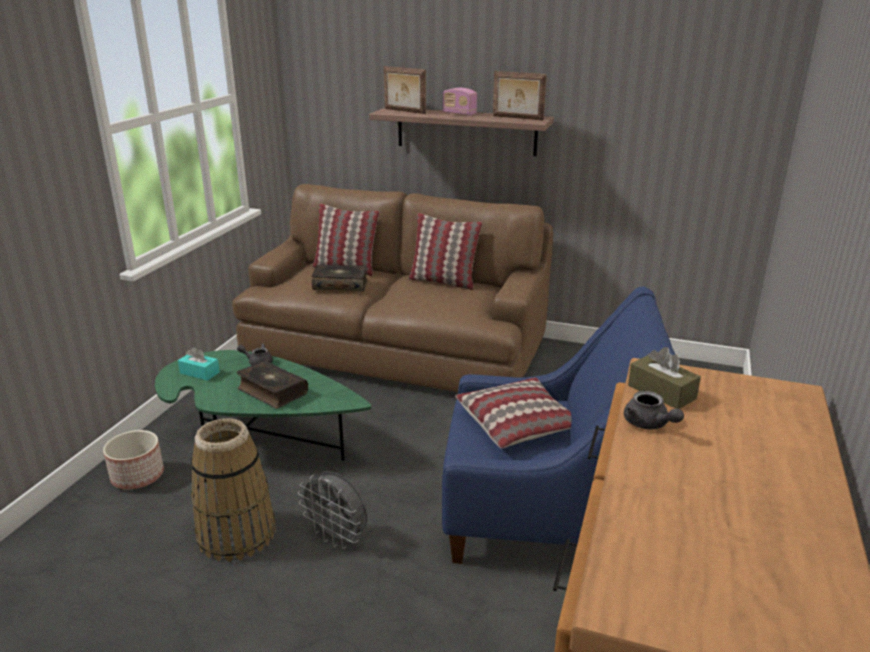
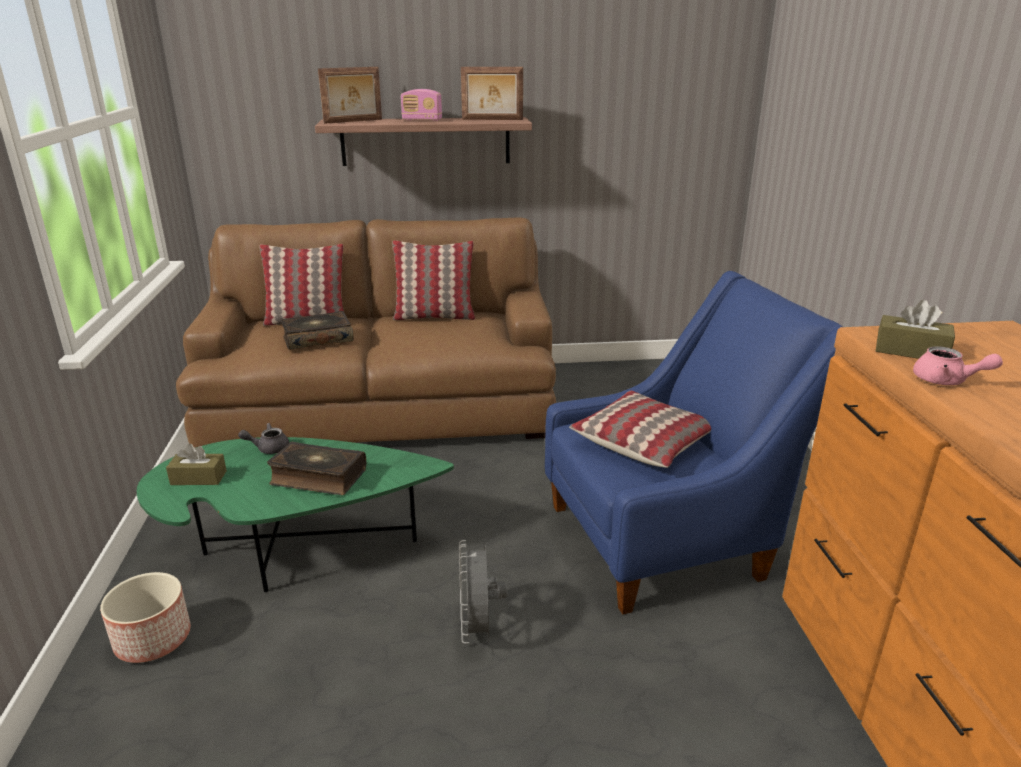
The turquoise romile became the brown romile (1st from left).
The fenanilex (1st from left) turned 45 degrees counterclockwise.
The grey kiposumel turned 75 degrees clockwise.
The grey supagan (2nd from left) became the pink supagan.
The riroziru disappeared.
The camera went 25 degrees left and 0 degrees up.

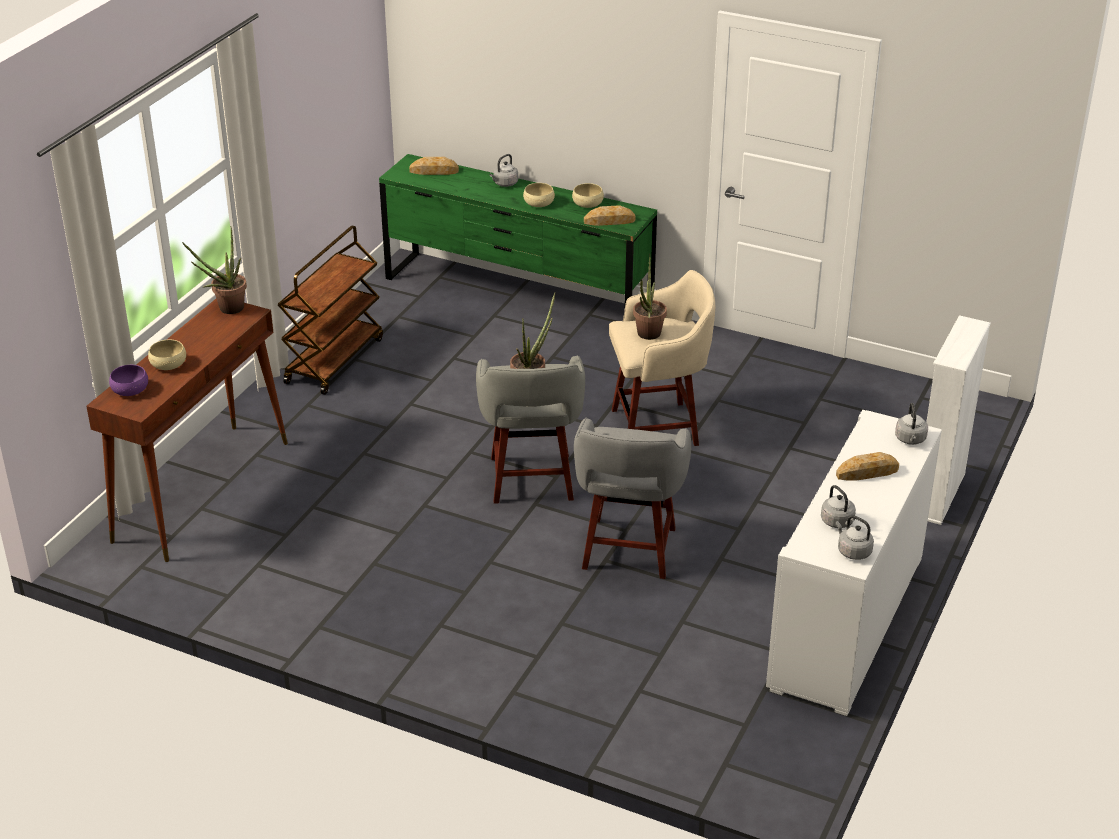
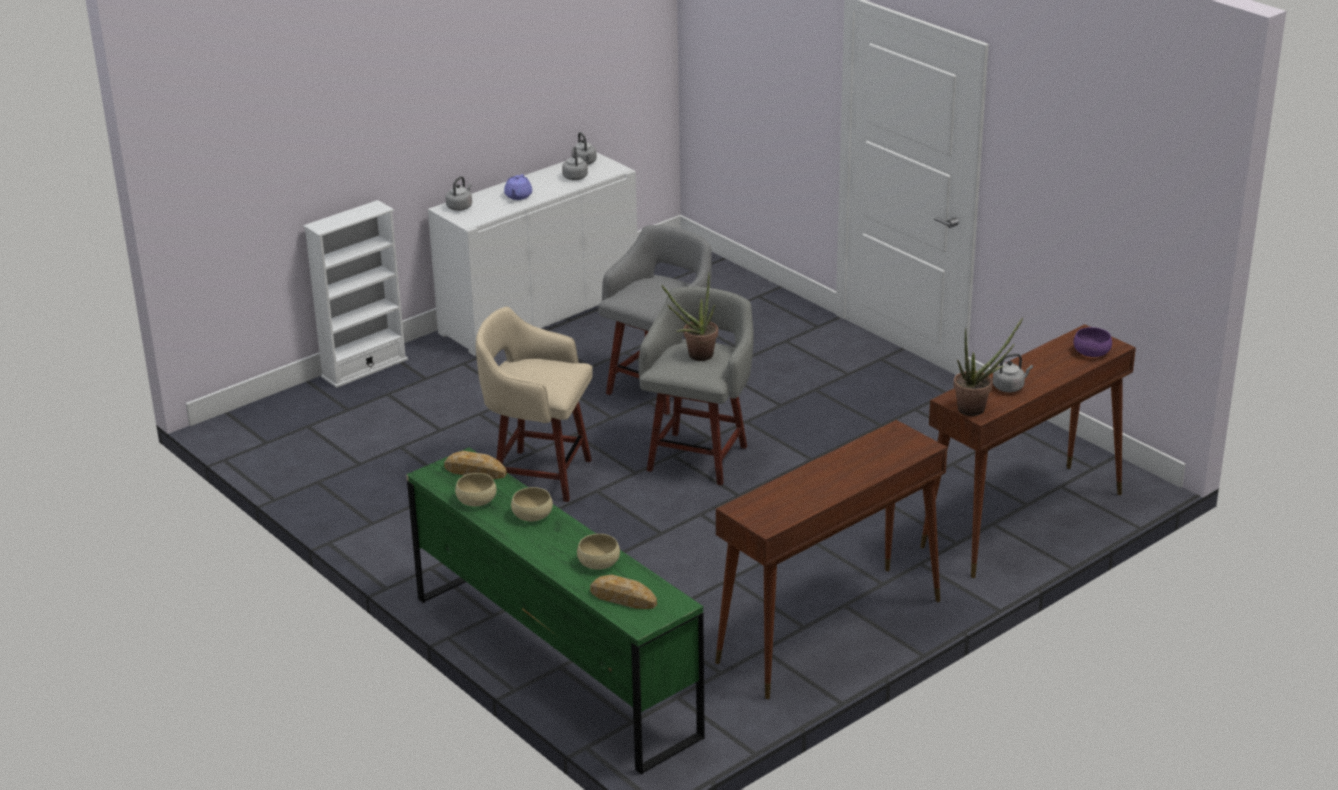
The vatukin (3rd from left) was replaced by the purple supagan.
The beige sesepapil (1st from left in the first image) moved.
The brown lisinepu was replaced by the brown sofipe (1st from left).
The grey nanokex (1st from left in the first image) moved.
The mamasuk (3rd from left) disappeared.
The camera went 155 degrees left and 5 degrees down.

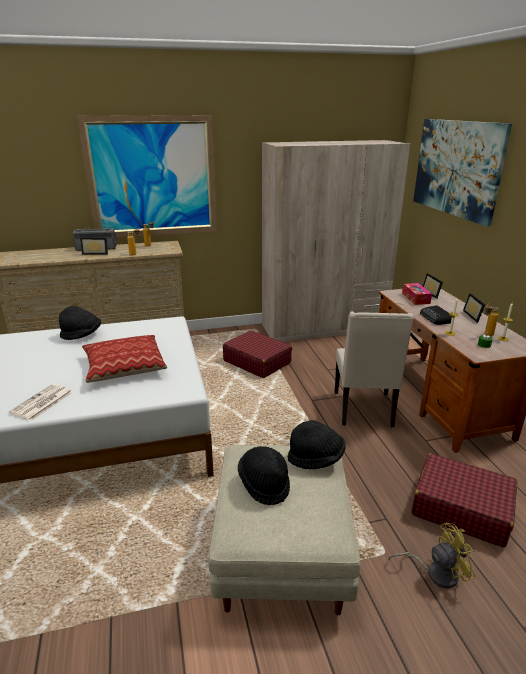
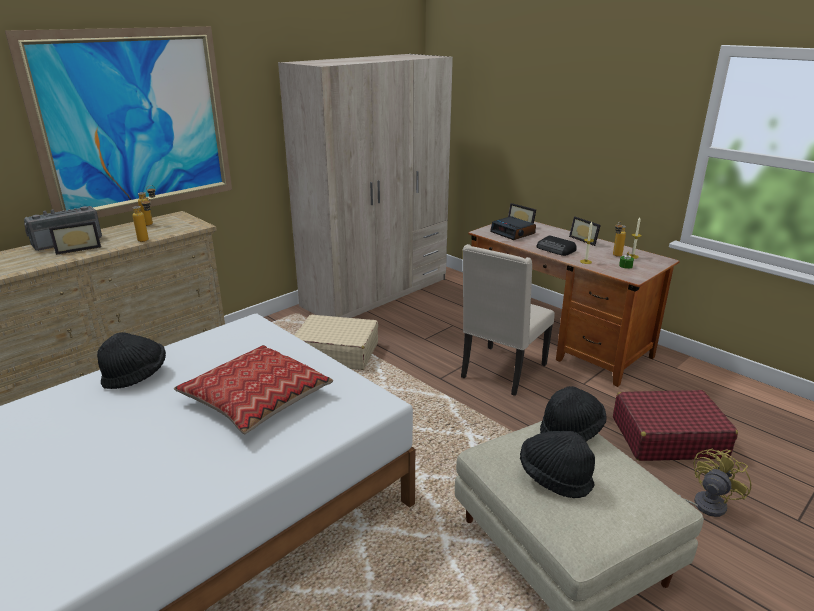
The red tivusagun (1st from left) became the beige tivusagun.
The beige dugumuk turned 60 degrees clockwise.
The romile was replaced by the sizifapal.
The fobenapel disappeared.
The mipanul (2nd from left) disappeared.
The camera went 30 degrees left and 0 degrees up.

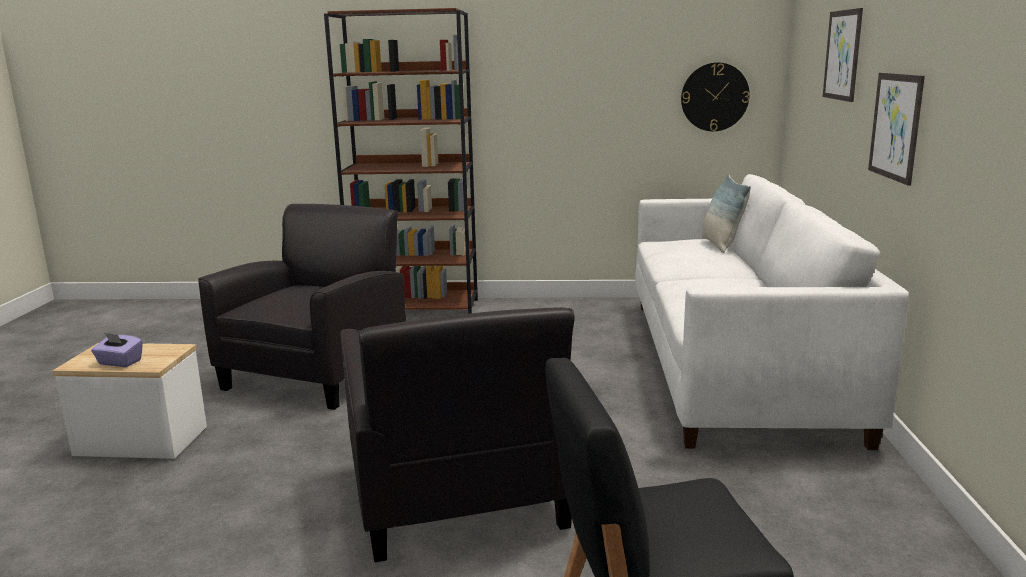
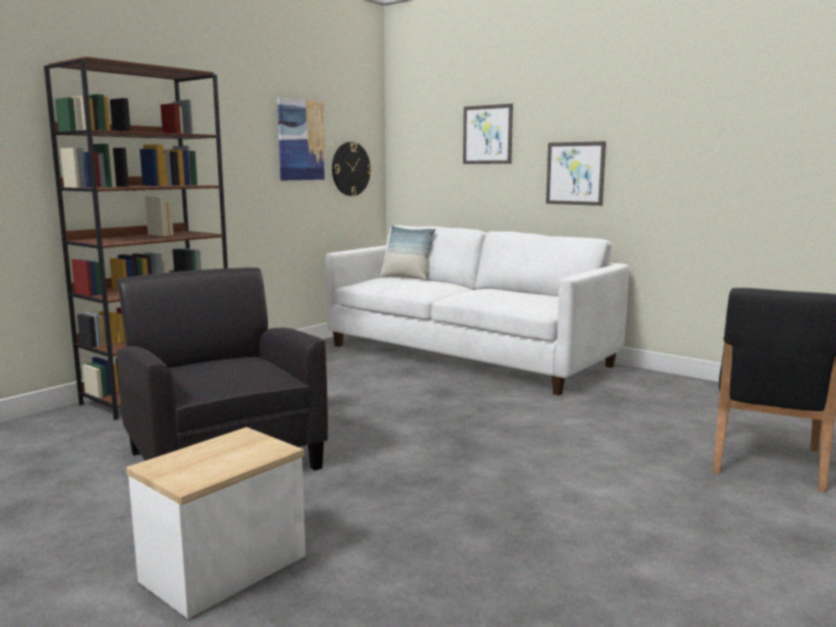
The mipanul (1st from left) appeared.
The purple romile disappeared.
The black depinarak (2nd from left) disappeared.
The camera went 55 degrees left and 5 degrees down.

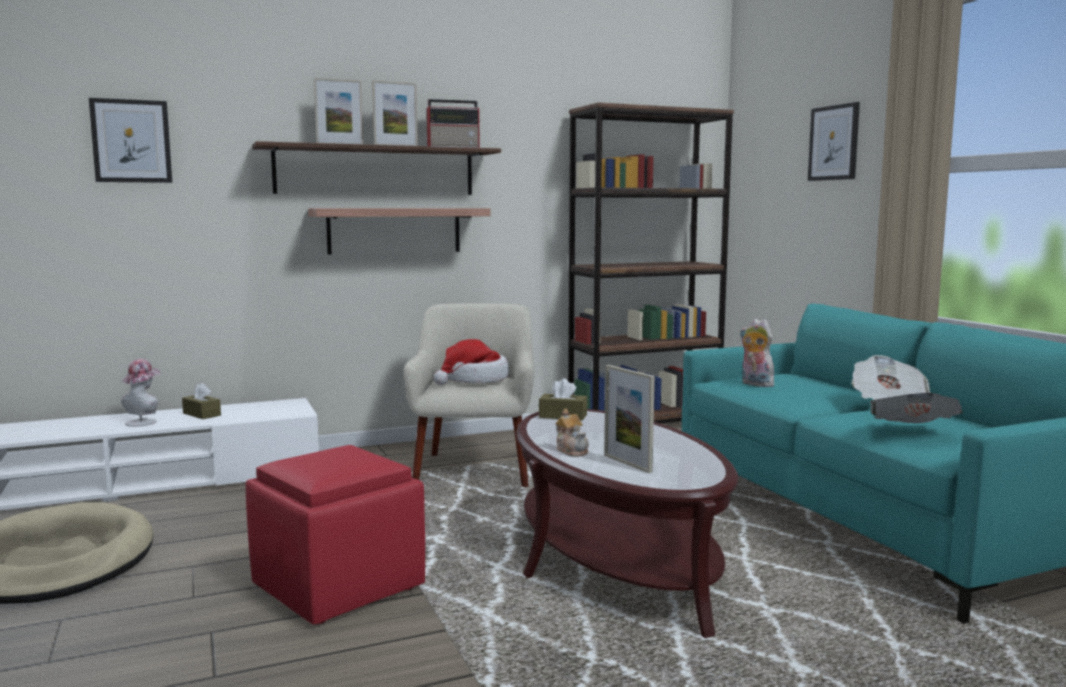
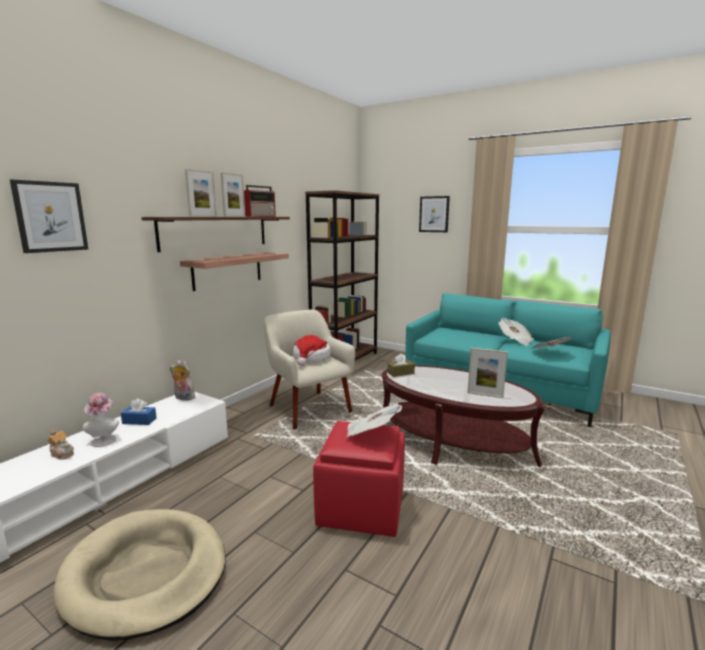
The supagan moved.
The brown romile (1st from left) became the blue romile.
The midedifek moved.
The fobenapel (1st from left) appeared.
The camera went 35 degrees left and 5 degrees up.

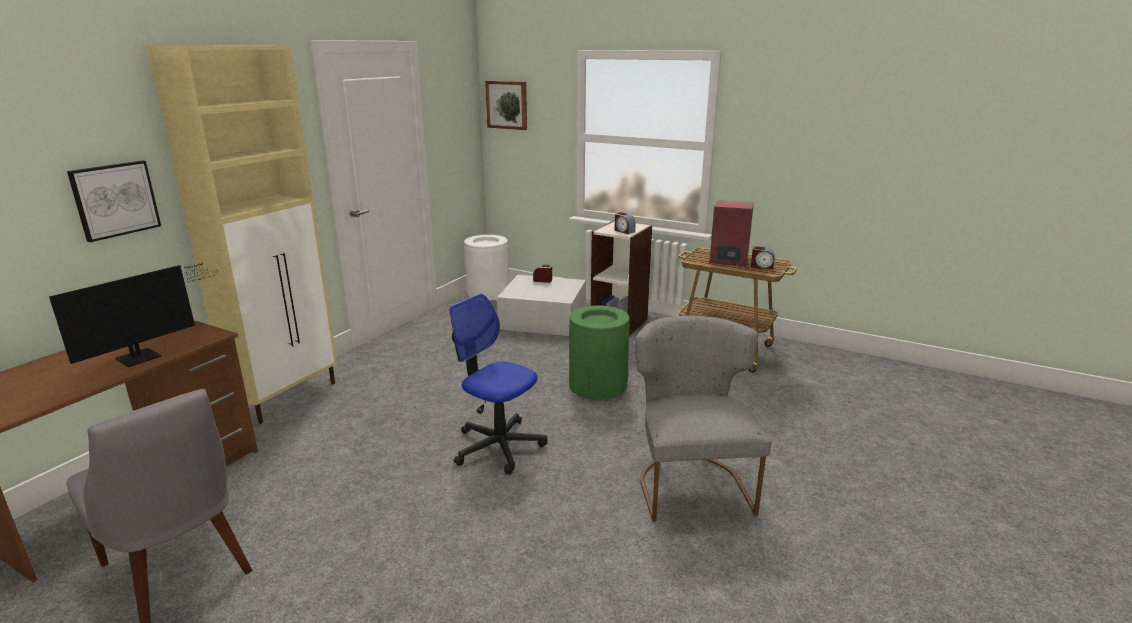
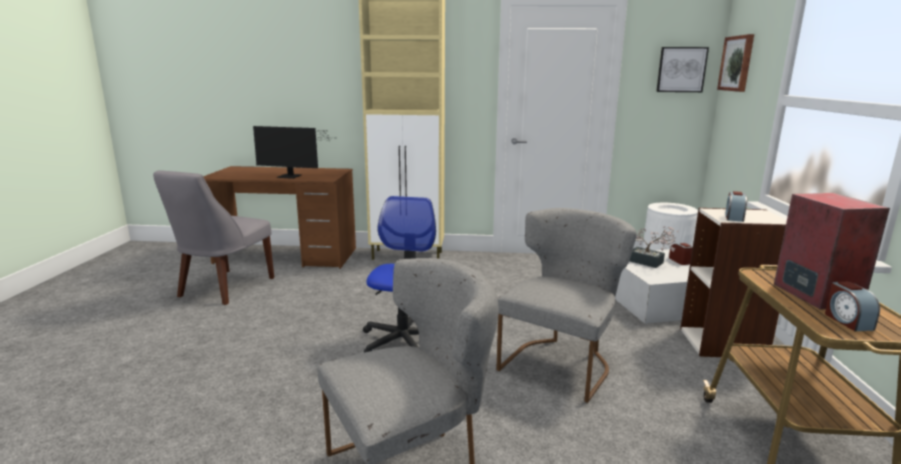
The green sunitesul was replaced by the grey dugumuk (3rd from left).
The mamasuk appeared.
The mipanul (1st from left) moved.
The camera went 65 degrees right and 5 degrees down.

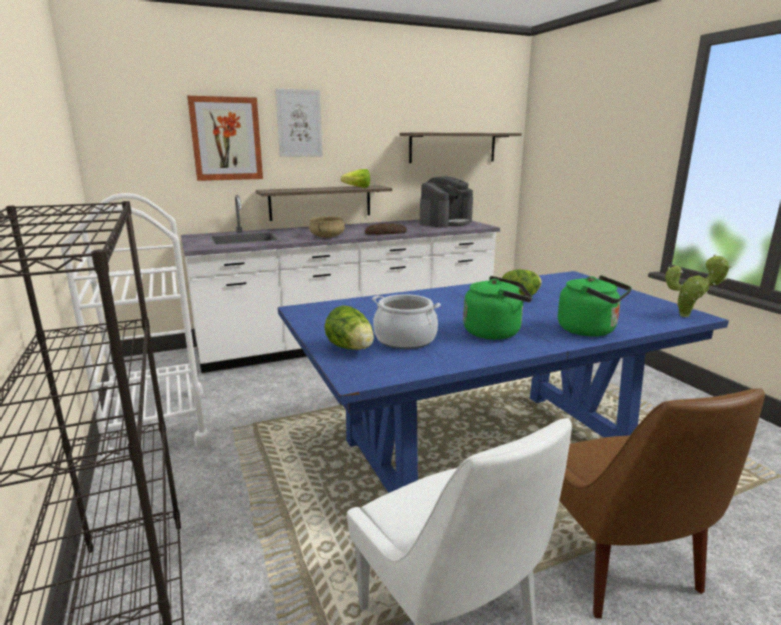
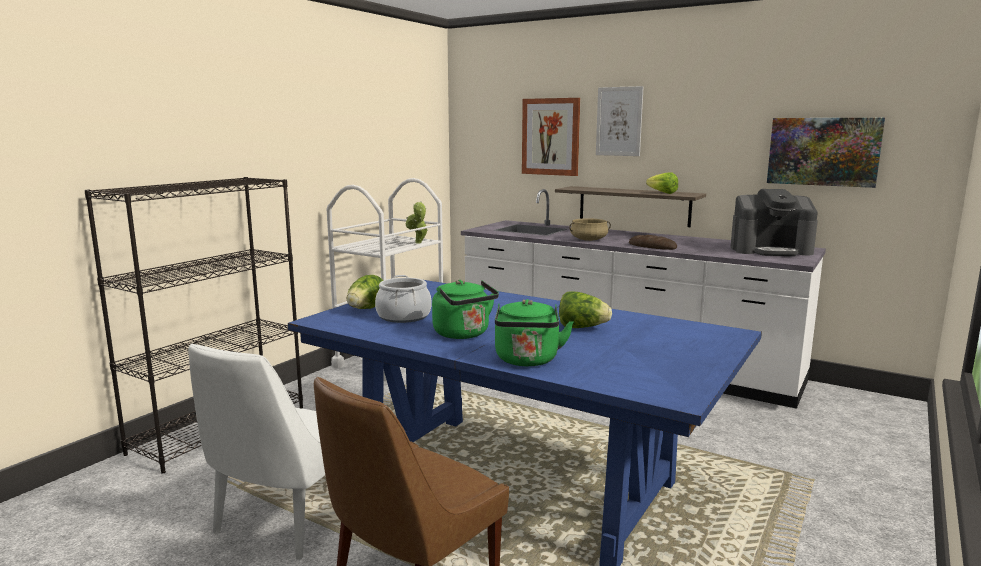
The mamasuk moved.
The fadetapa (2nd from left) was replaced by the mipanul (3rd from left).
The camera went 55 degrees right and 5 degrees down.

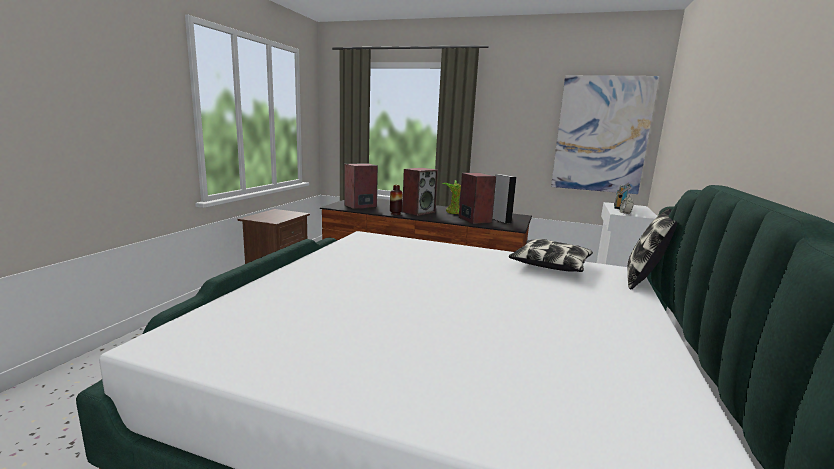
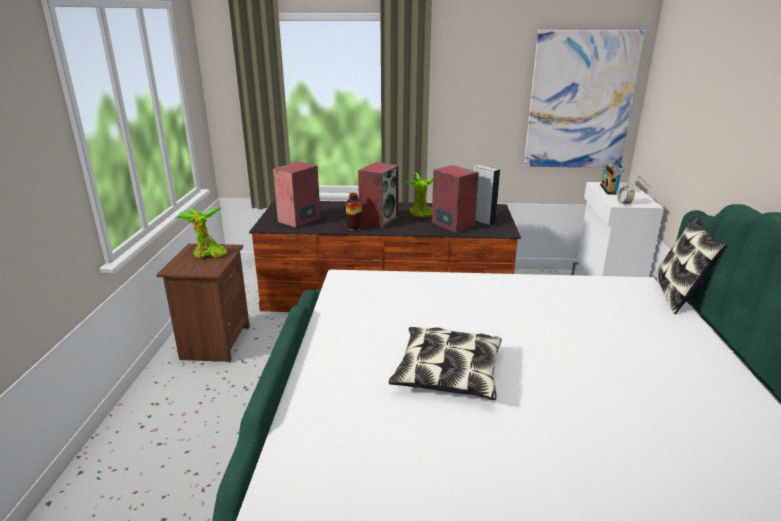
The mamasuk (1st from left) appeared.
The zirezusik (1st from left) moved.
The camera went 15 degrees left and 10 degrees up.

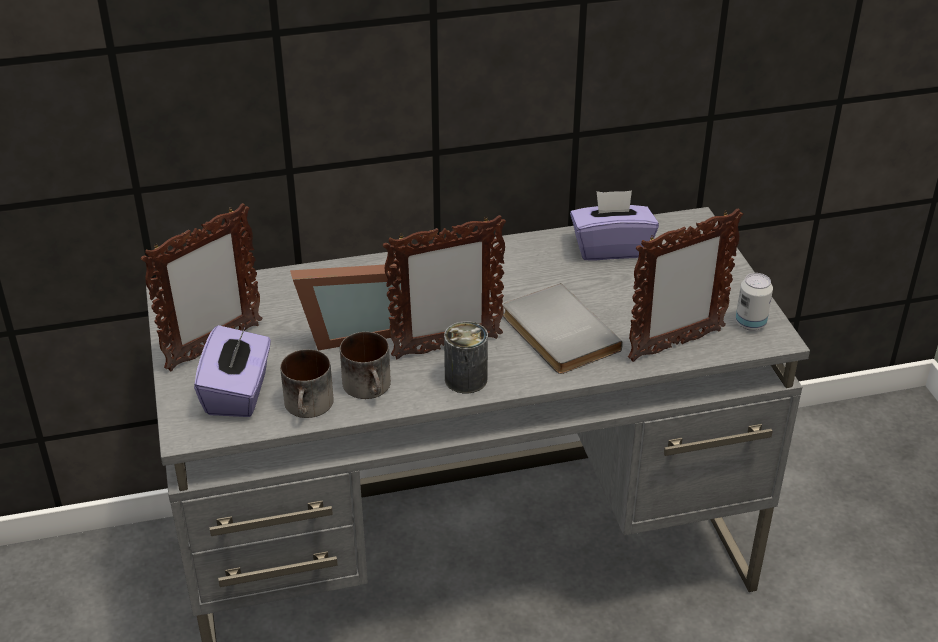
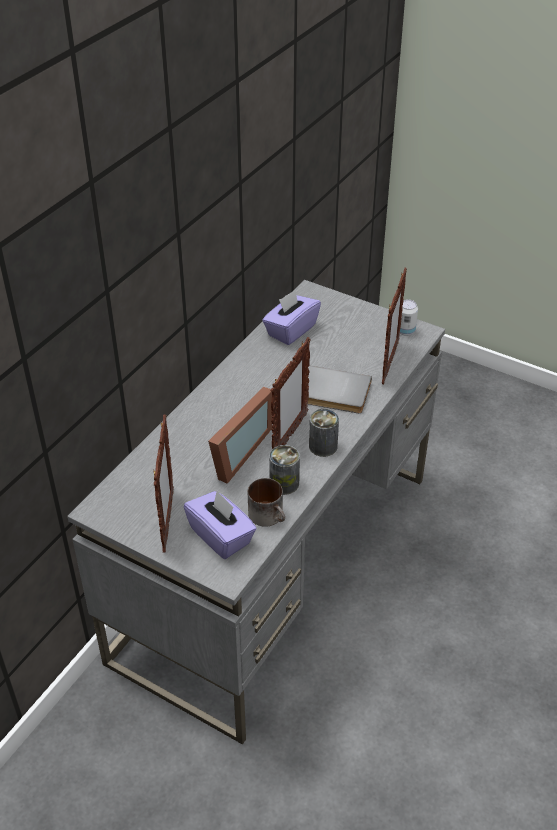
The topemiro (2nd from left) was replaced by the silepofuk (1st from left).
The camera went 45 degrees left and 5 degrees up.

